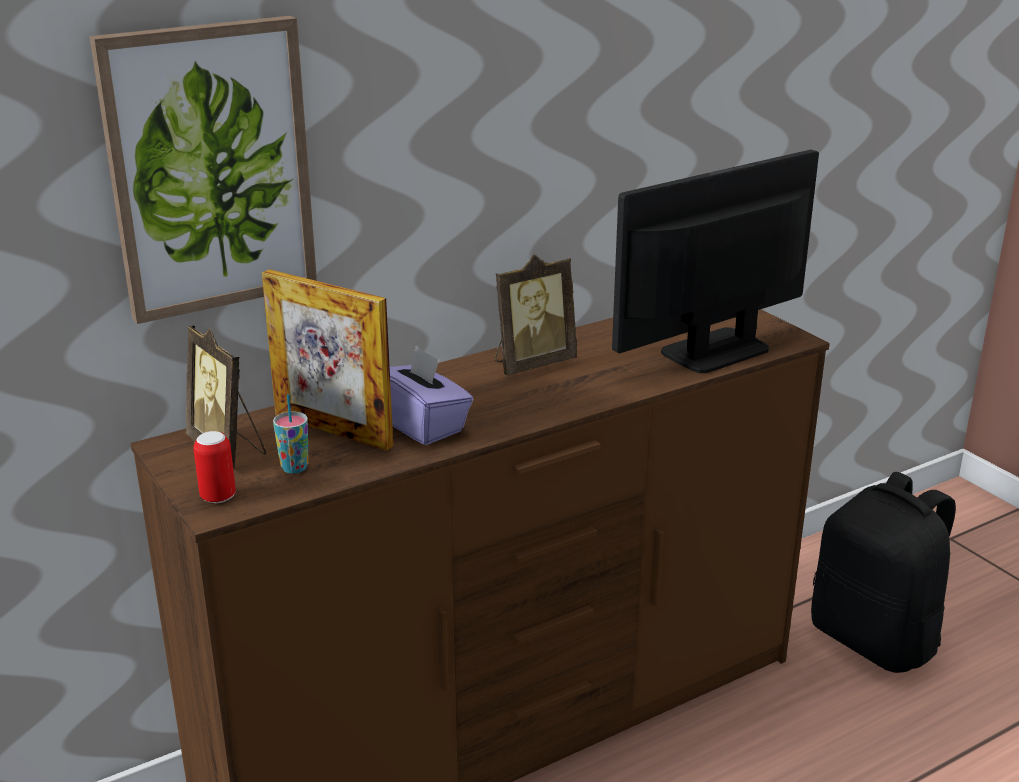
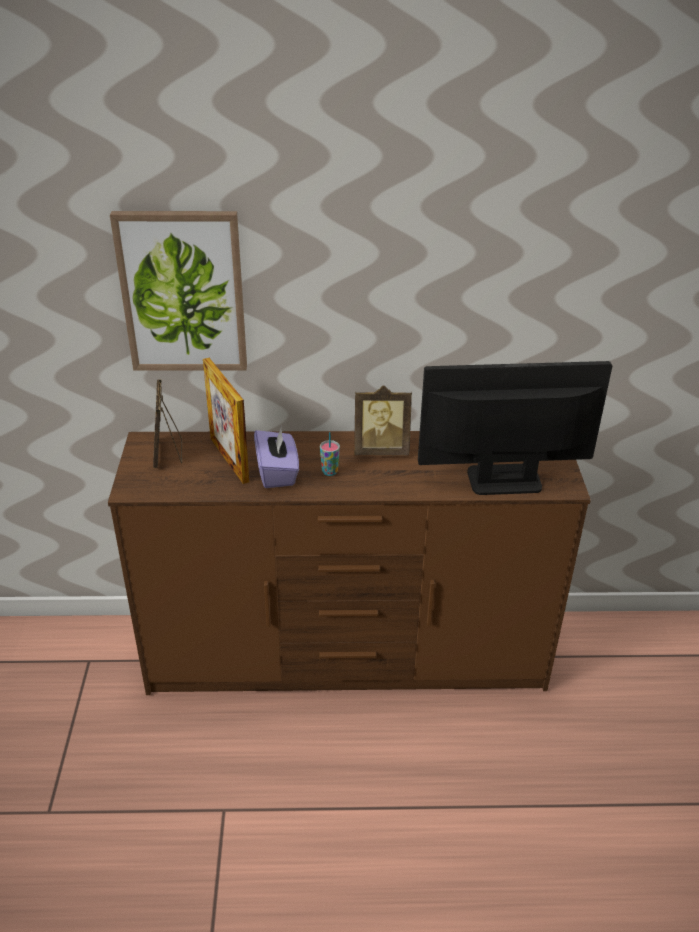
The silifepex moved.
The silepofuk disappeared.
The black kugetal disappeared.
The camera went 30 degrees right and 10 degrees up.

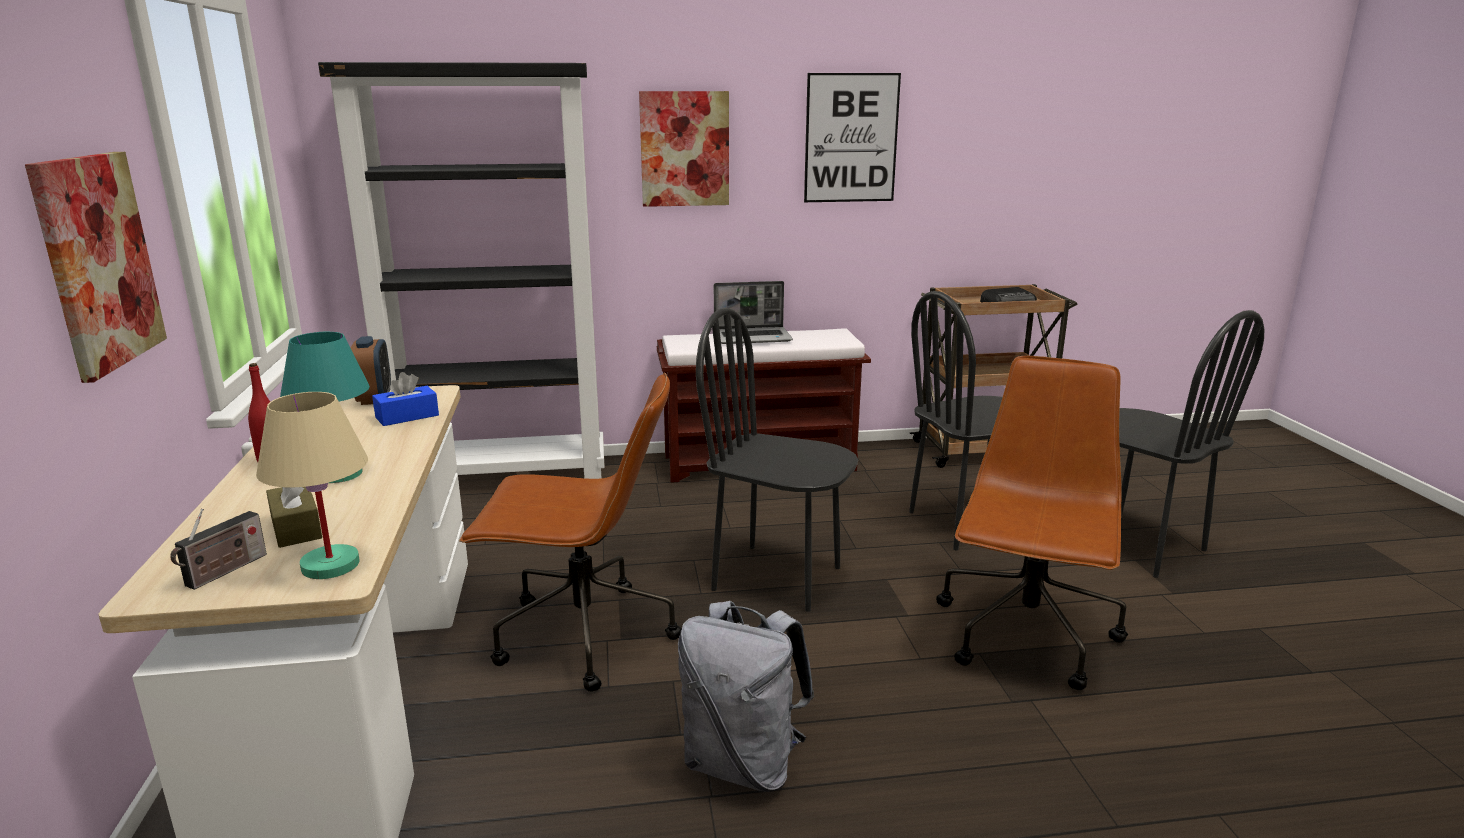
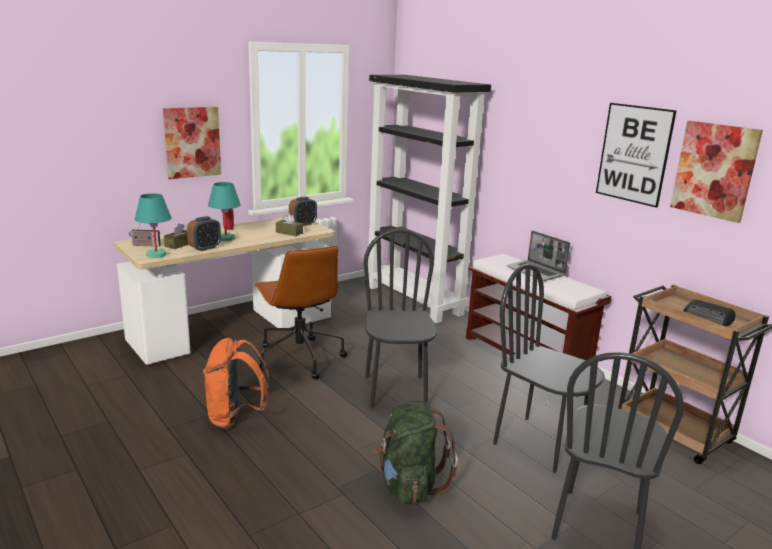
The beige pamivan became the turquoise pamivan (1st from left).
The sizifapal (1st from left) appeared.
The grey kugetal became the orange kugetal.
The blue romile became the brown romile (2nd from left).
The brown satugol (2nd from left) was replaced by the green kugetal.
The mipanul (2nd from left in the first image) moved.
The camera went 60 degrees right and 0 degrees up.

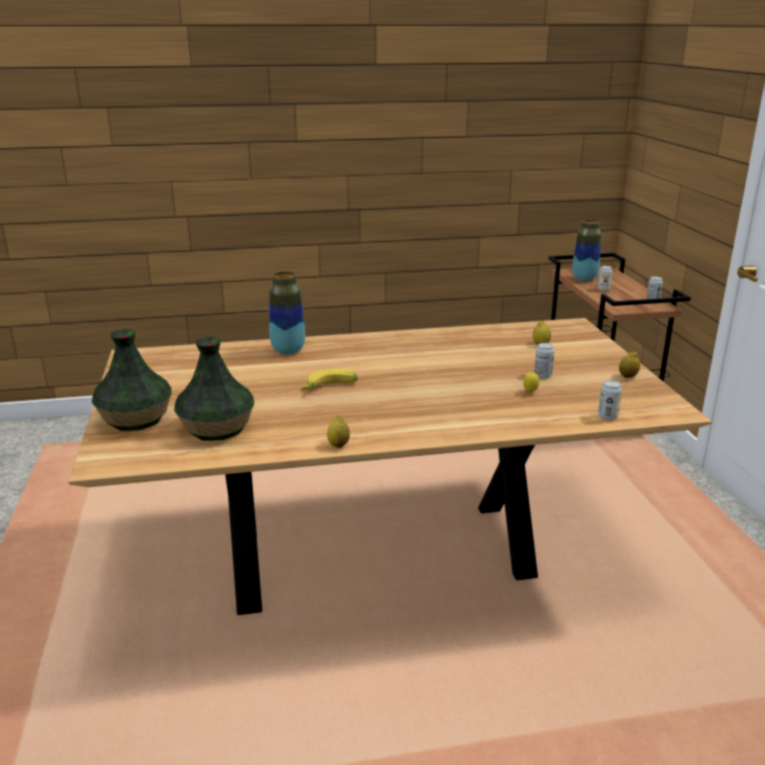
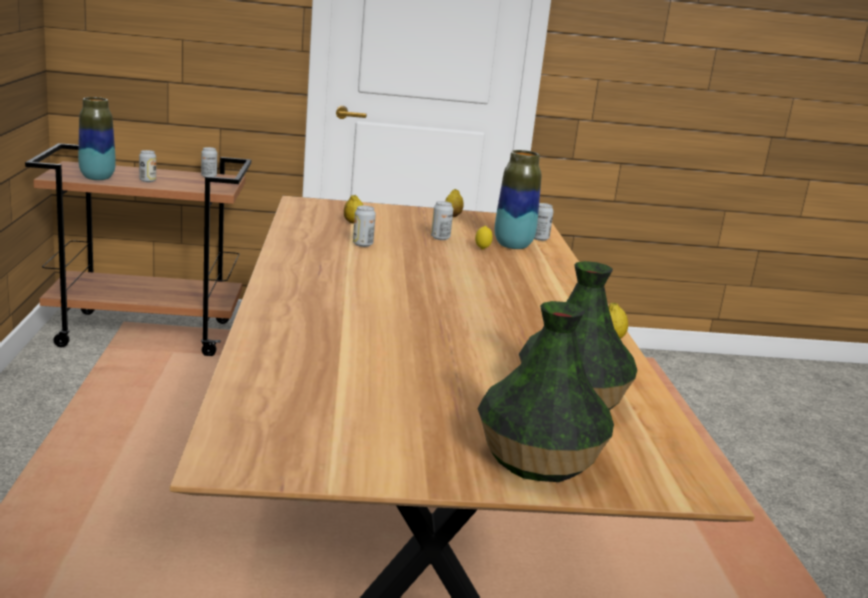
The silepofuk (3rd from left) appeared.
The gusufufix (3rd from left in the first image) moved.
The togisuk disappeared.
The camera went 85 degrees left and 5 degrees down.

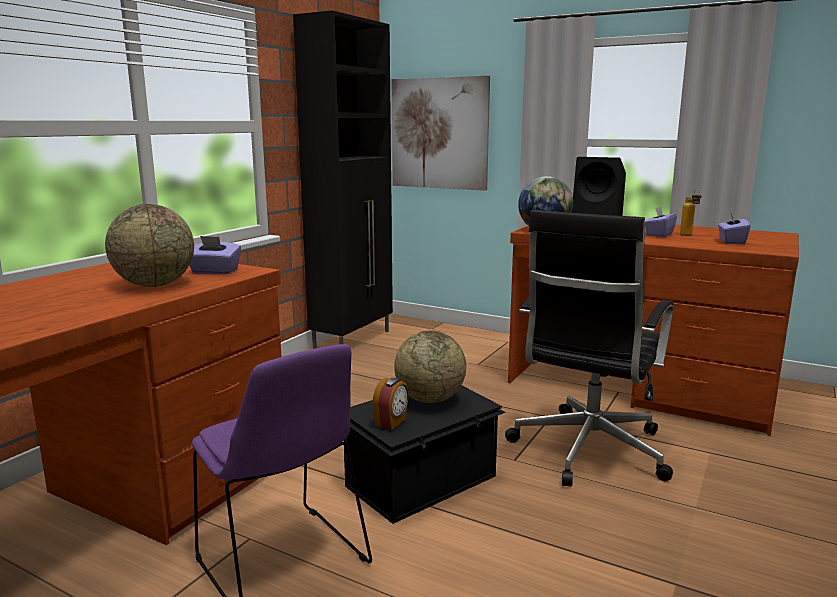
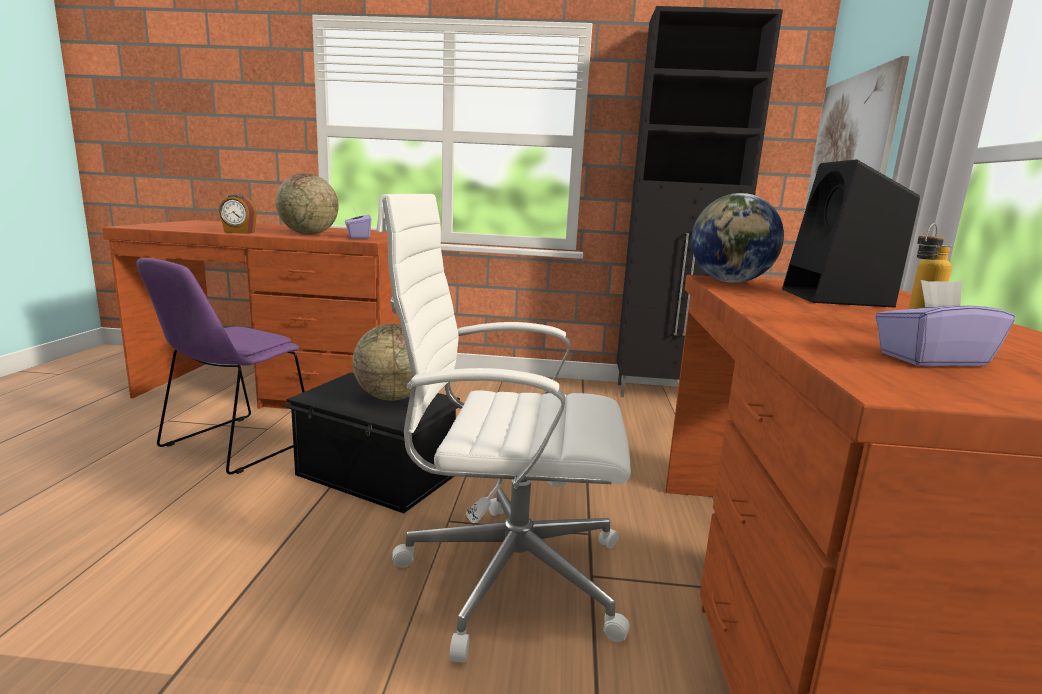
The sizifapal moved.
The black satugol became the white satugol.
The purple romile (2nd from left) disappeared.
The camera went 65 degrees right and 0 degrees up.

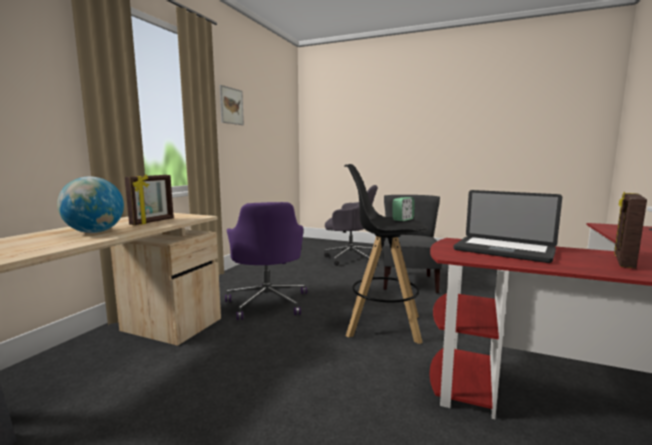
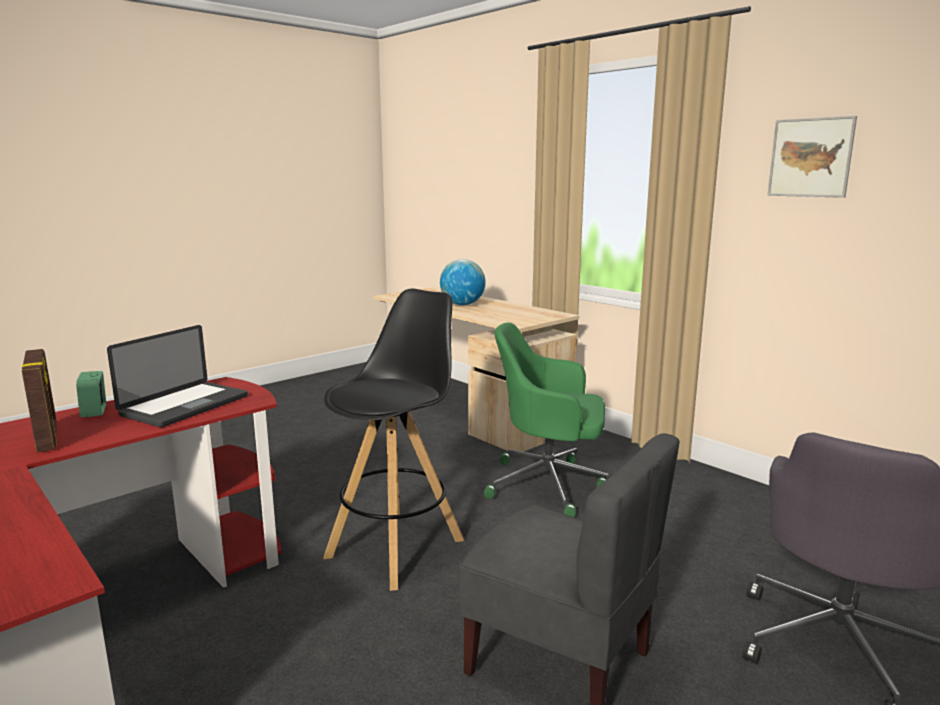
The sizifapal moved.
The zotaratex turned 150 degrees clockwise.
The purple satugol became the green satugol.
The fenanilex (1st from left) disappeared.
The camera went 115 degrees right and 5 degrees up.

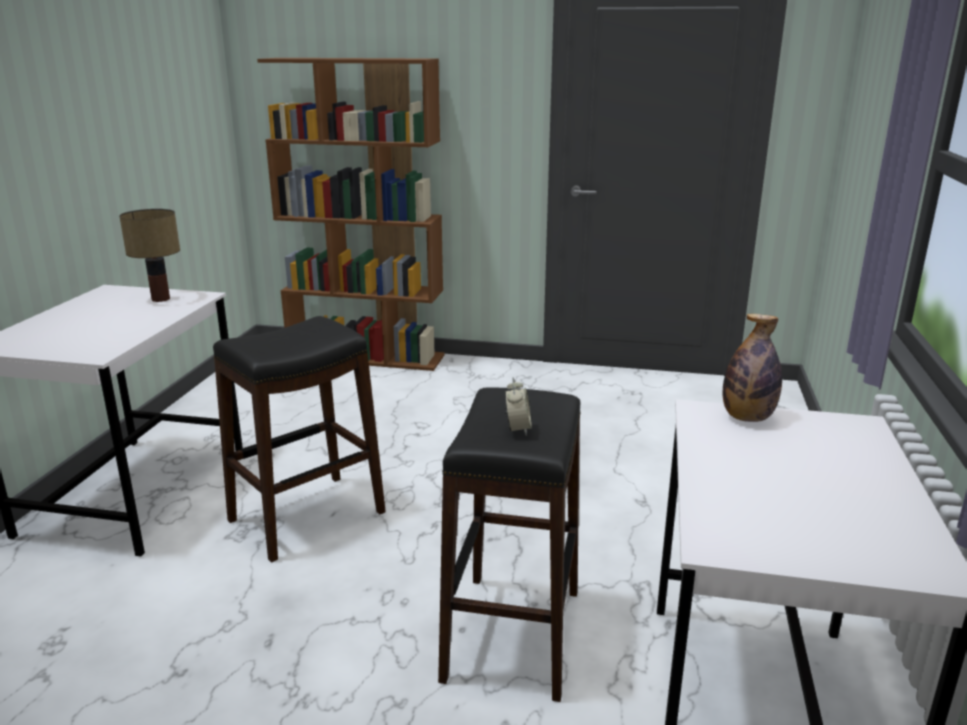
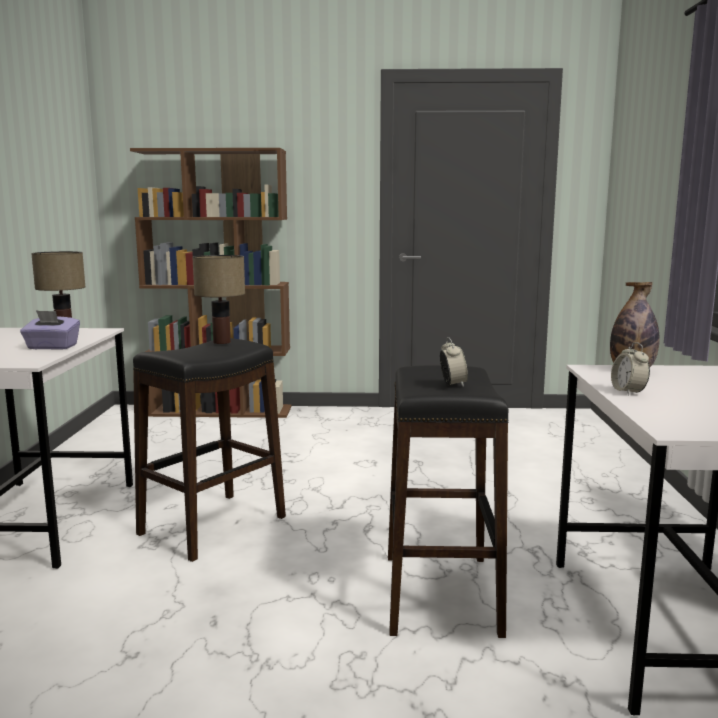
The purple romile appeared.
The pamivan (2nd from left) appeared.
The sizifapal (2nd from left) appeared.
The camera went 10 degrees left and 10 degrees down.

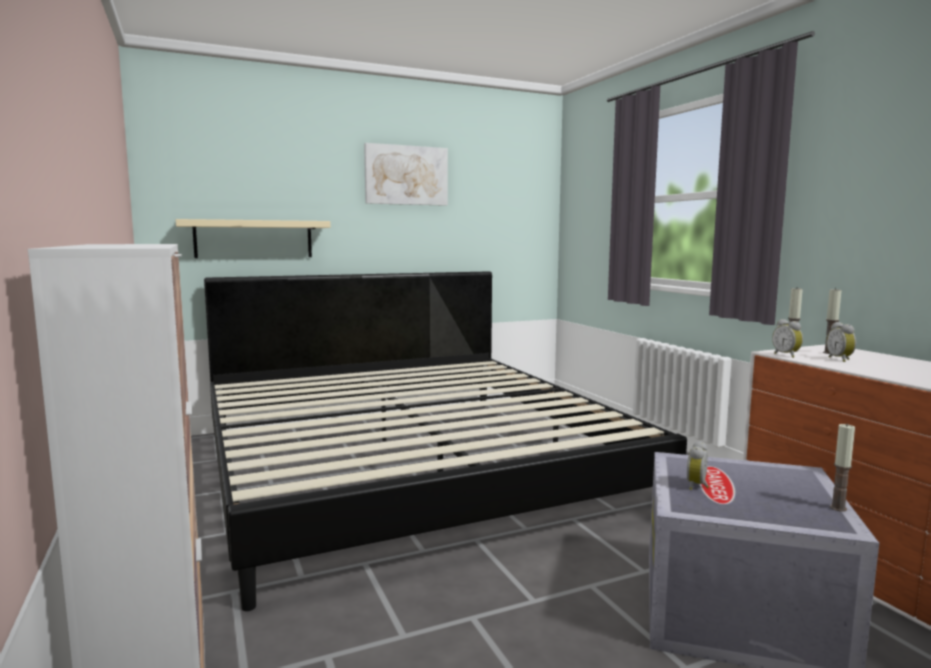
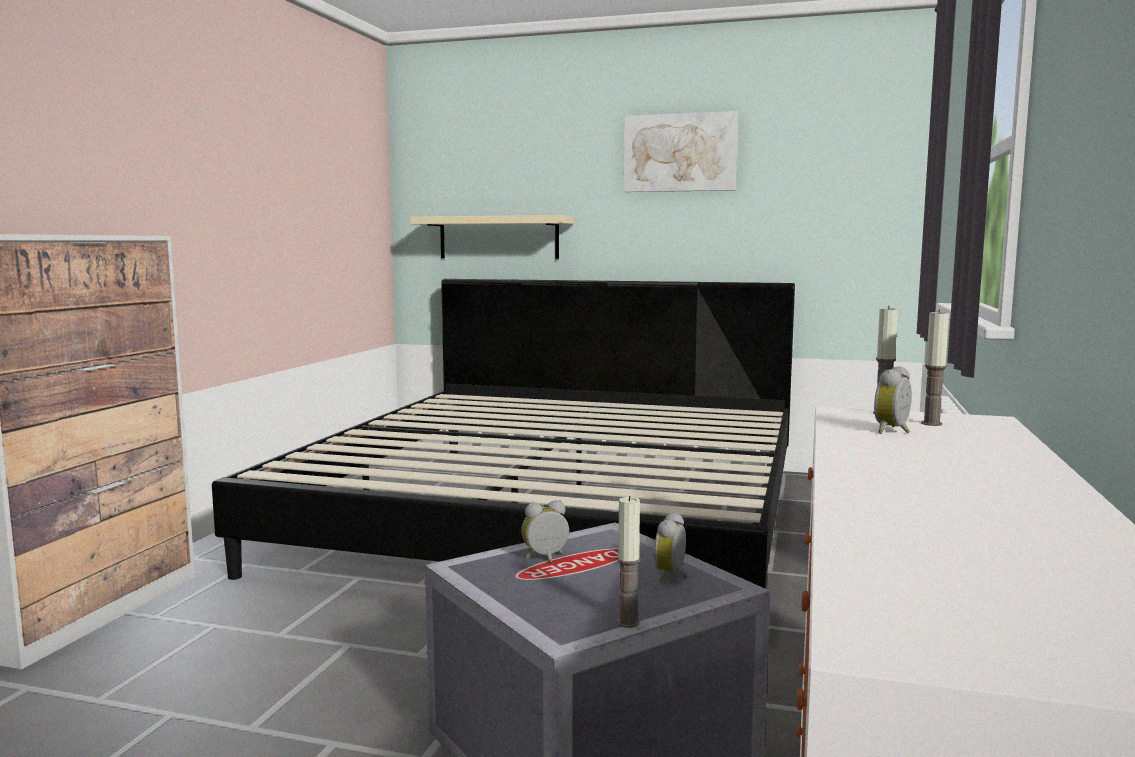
The sizifapal (2nd from left) moved.
The camera went 40 degrees right and 0 degrees up.

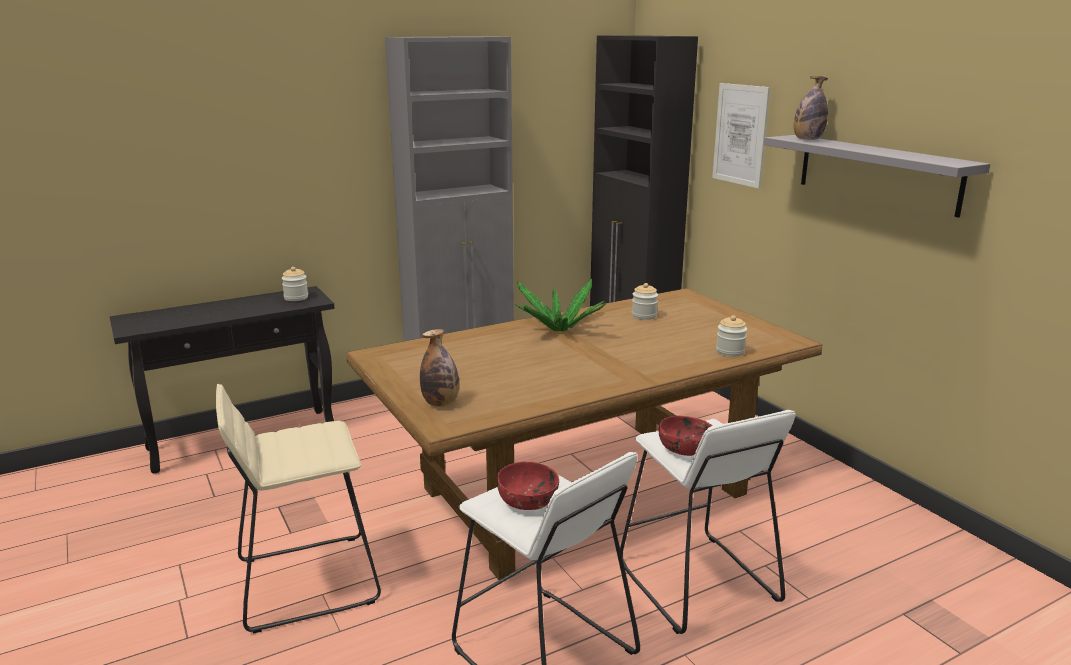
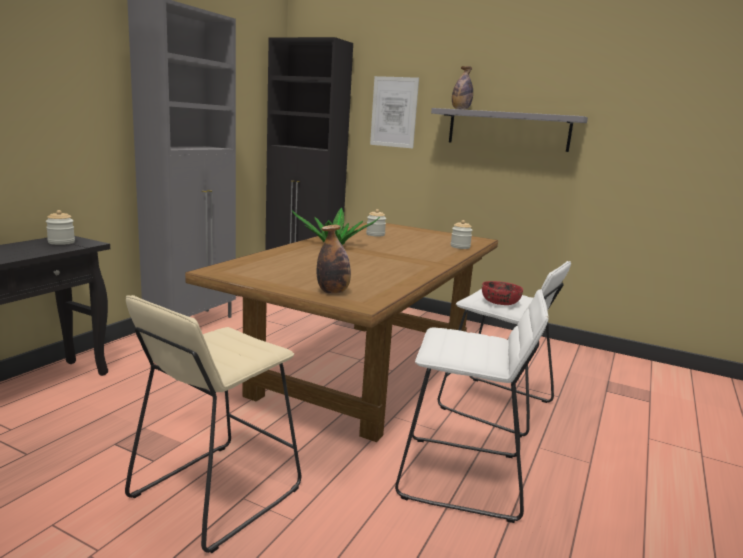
The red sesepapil (1st from left) disappeared.
The camera went 35 degrees left and 5 degrees down.

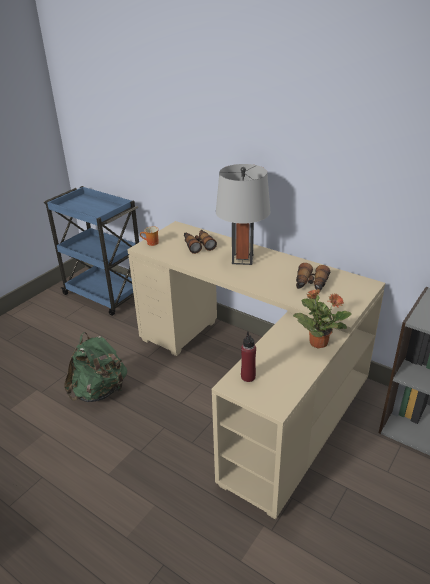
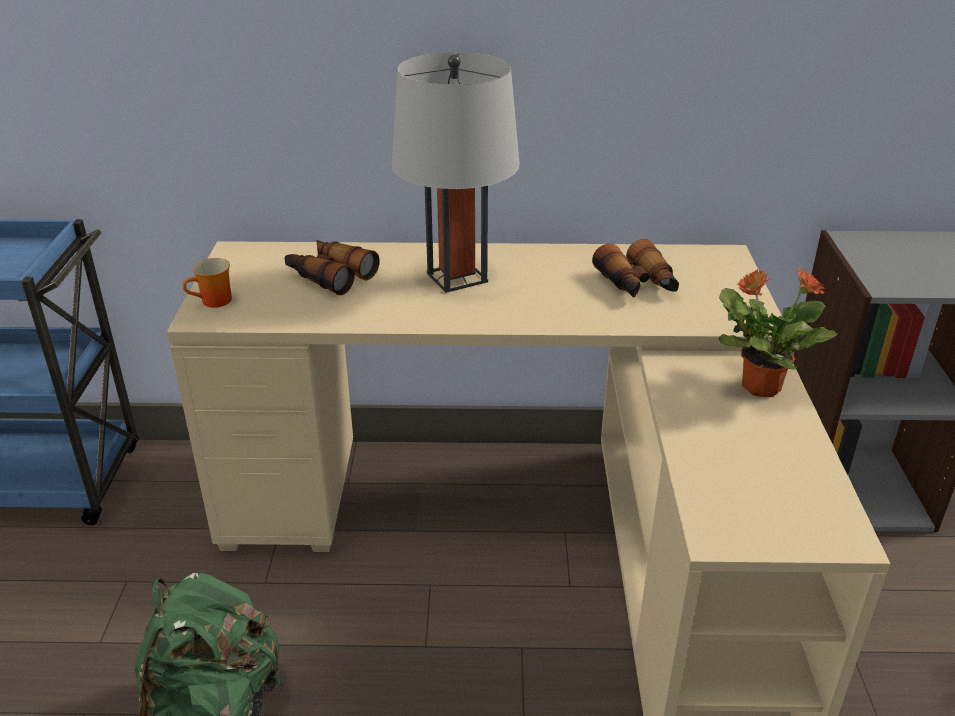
The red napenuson disappeared.
The camera went 35 degrees left and 0 degrees up.

